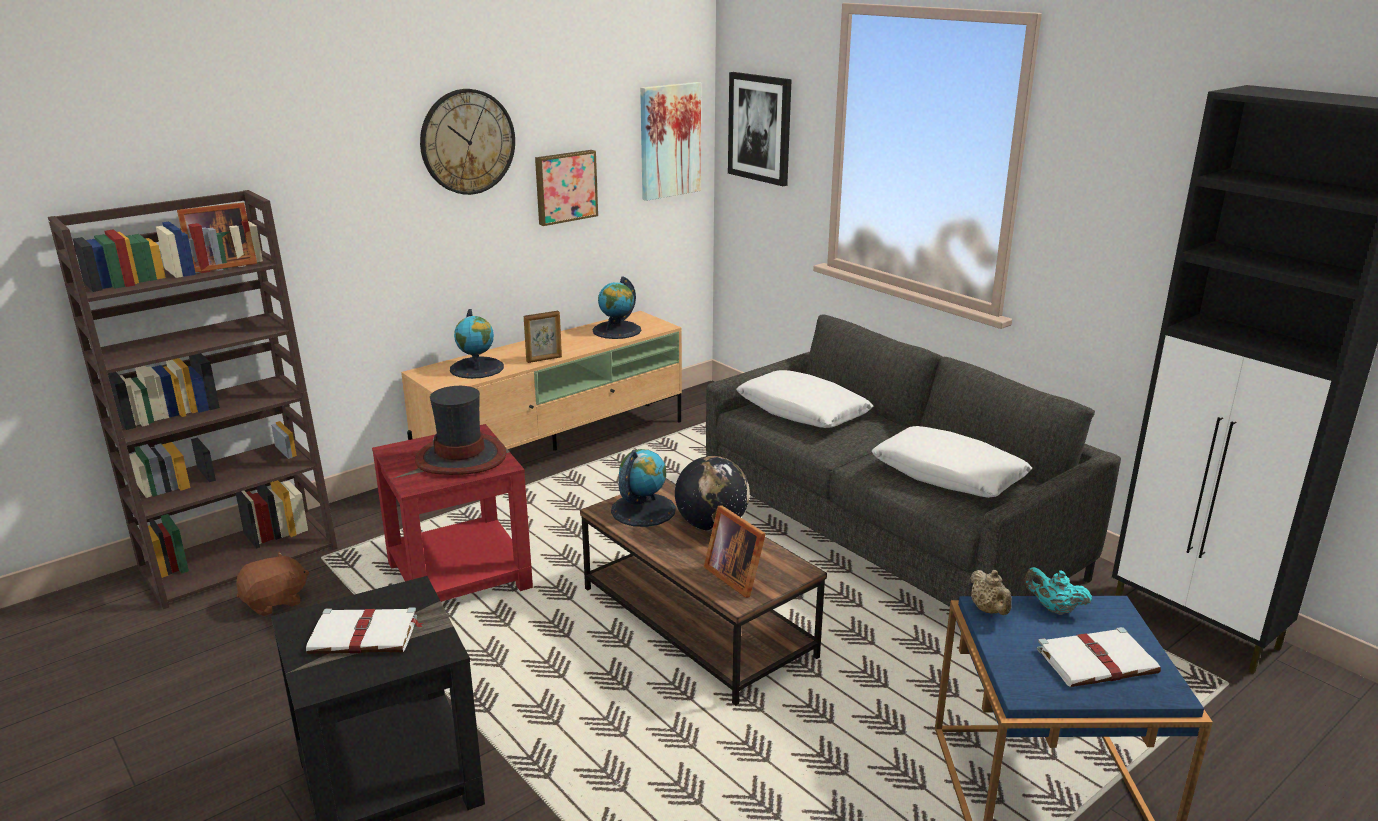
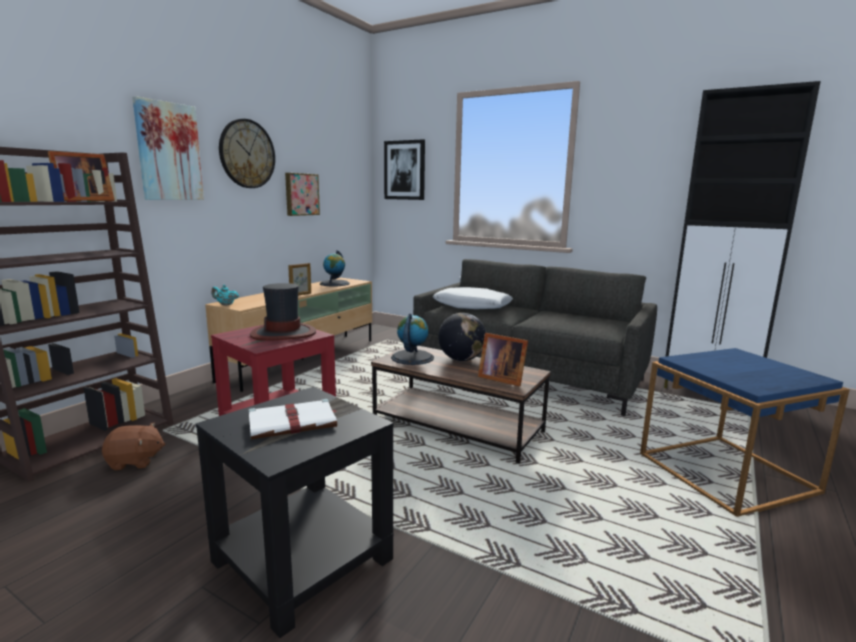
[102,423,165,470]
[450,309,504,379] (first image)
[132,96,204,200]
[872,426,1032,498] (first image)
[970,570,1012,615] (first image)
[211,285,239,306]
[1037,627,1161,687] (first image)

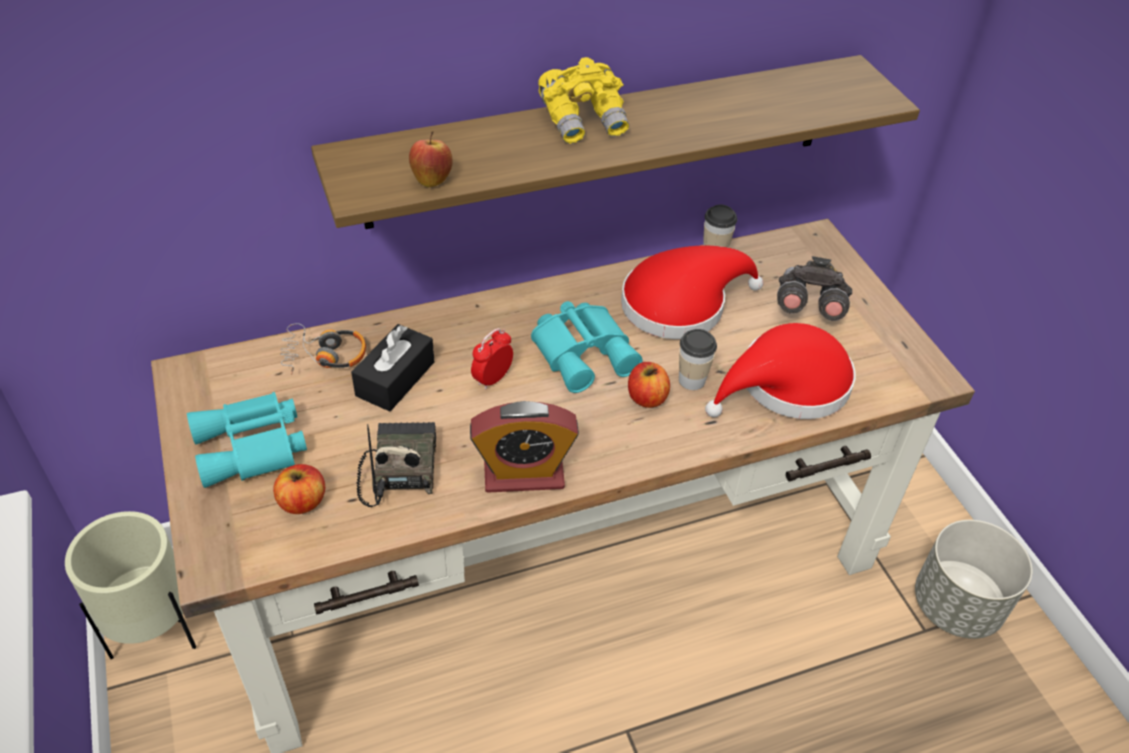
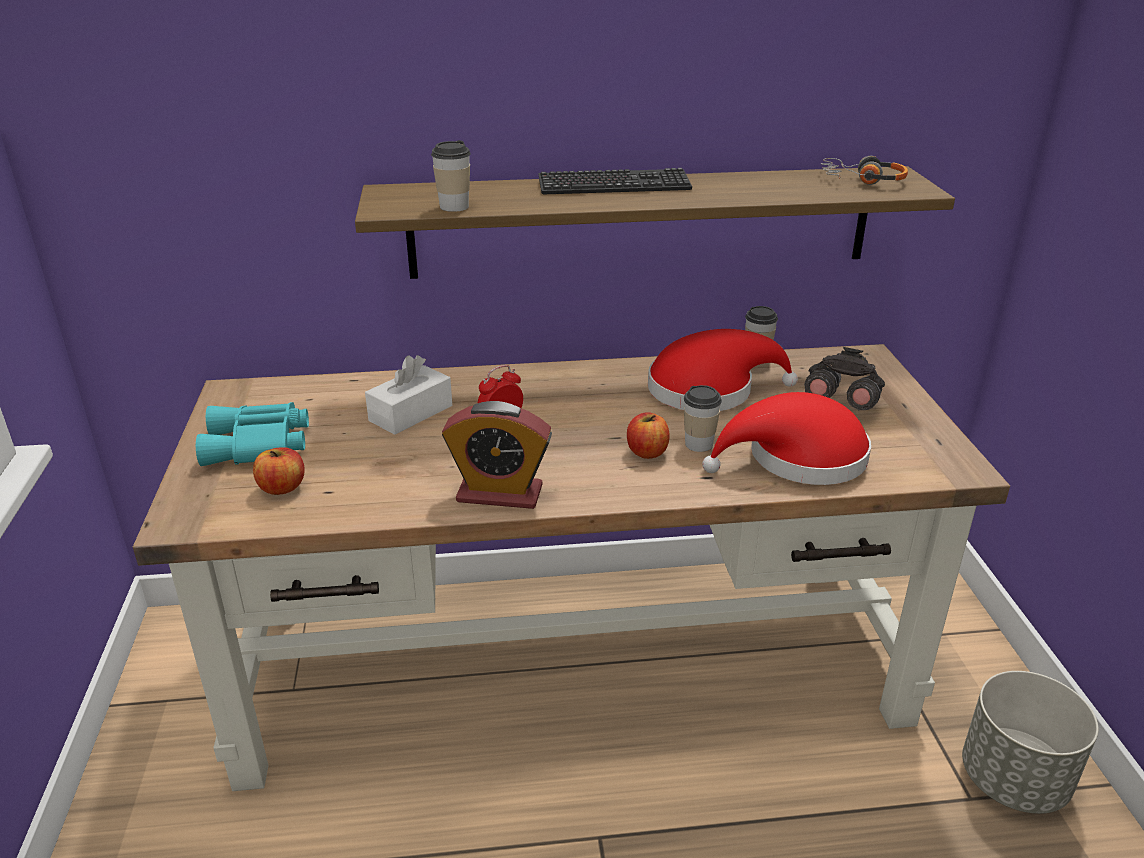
[65,511,196,659] (first image)
[821,156,908,185]
[365,355,452,435]
[357,422,436,507] (first image)
[431,140,471,212]
[531,301,643,393] (first image)
[538,168,692,194]

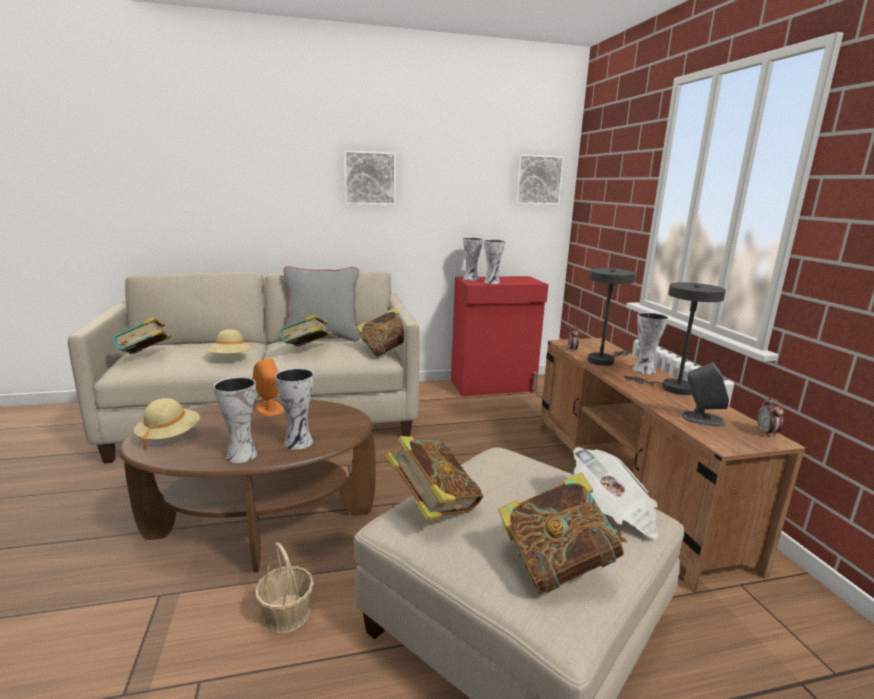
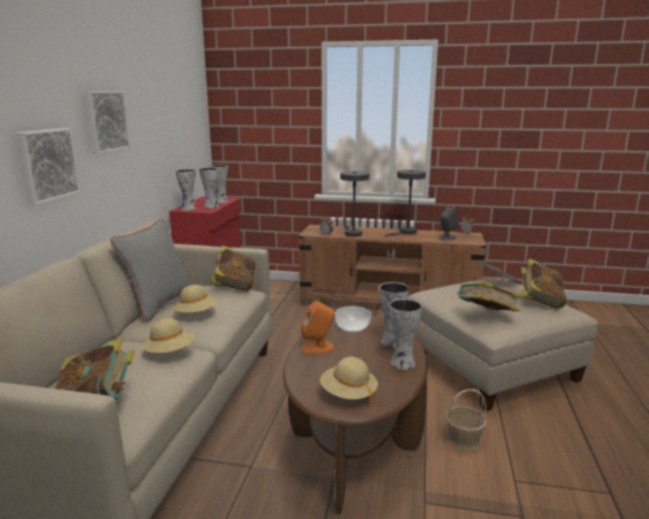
[174,285,219,313]
[15,128,81,206]
[210,165,228,204]
[335,306,371,333]

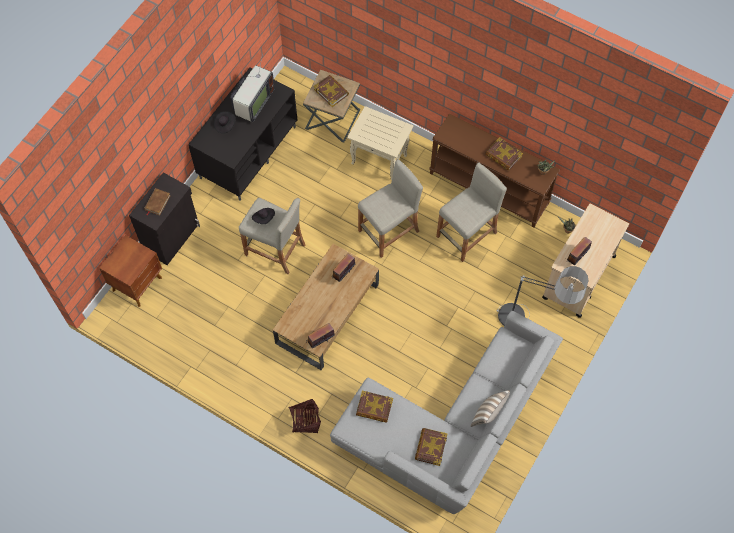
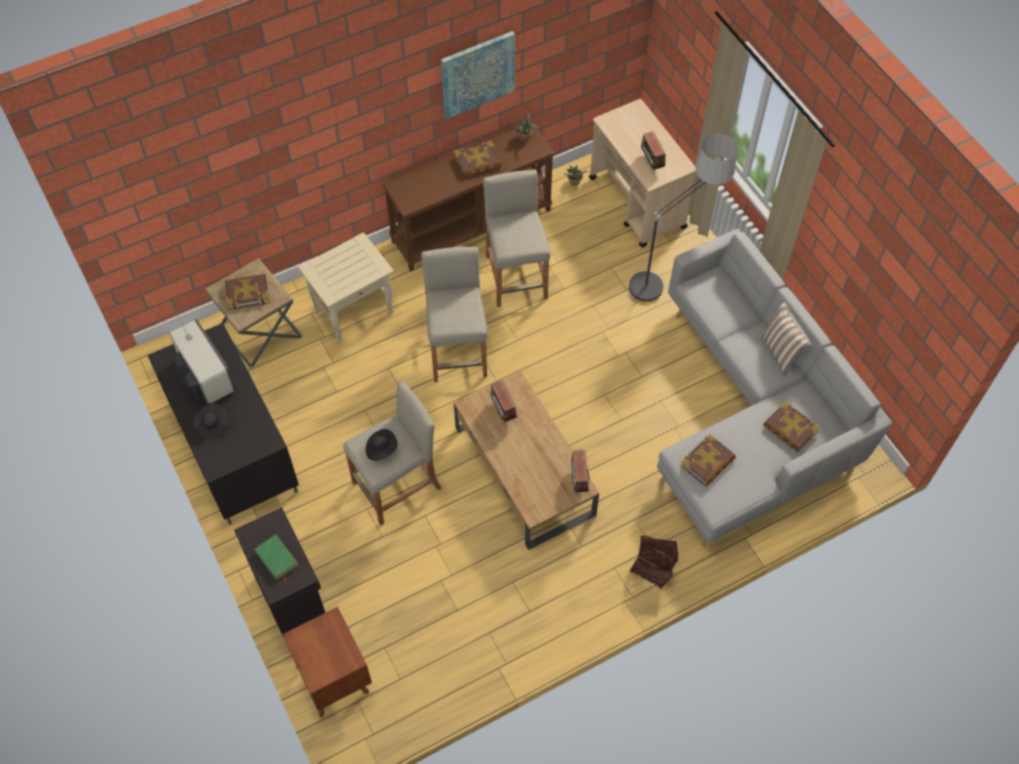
[254,534,298,582]
[441,31,515,119]

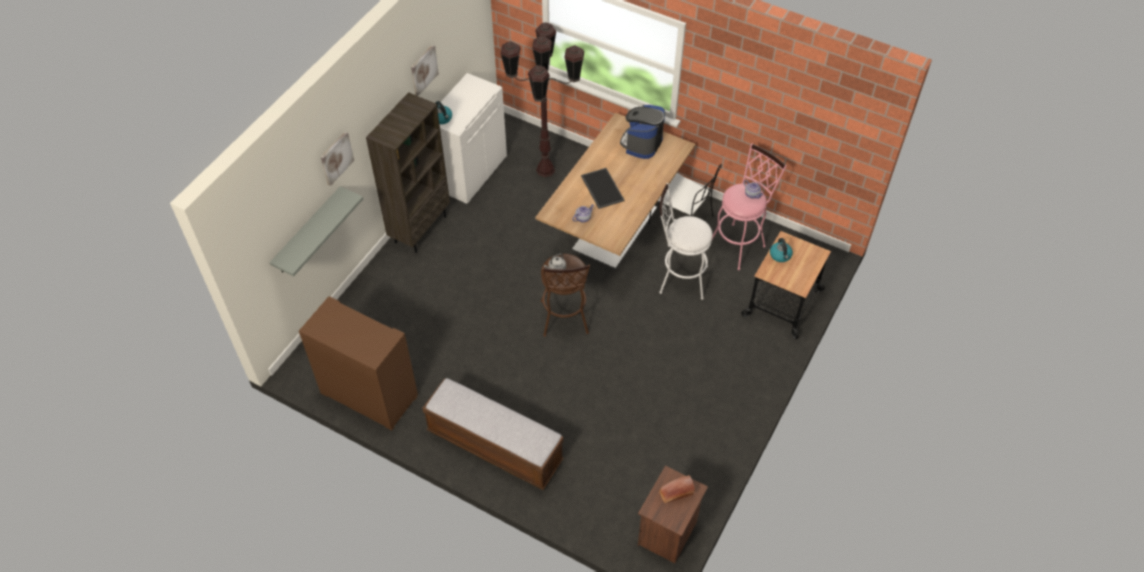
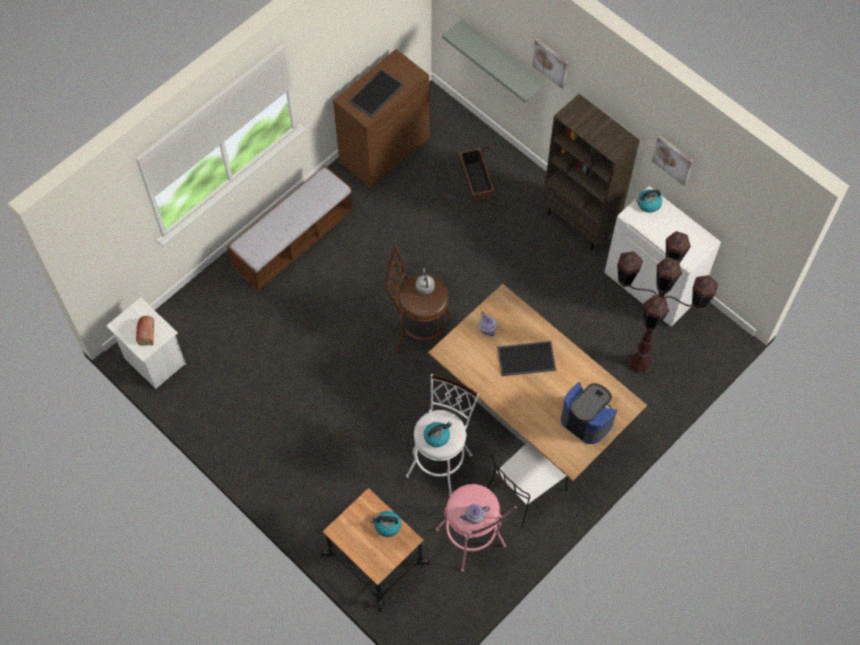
[106,297,186,389]
[349,69,404,118]
[424,422,452,447]
[460,147,499,202]

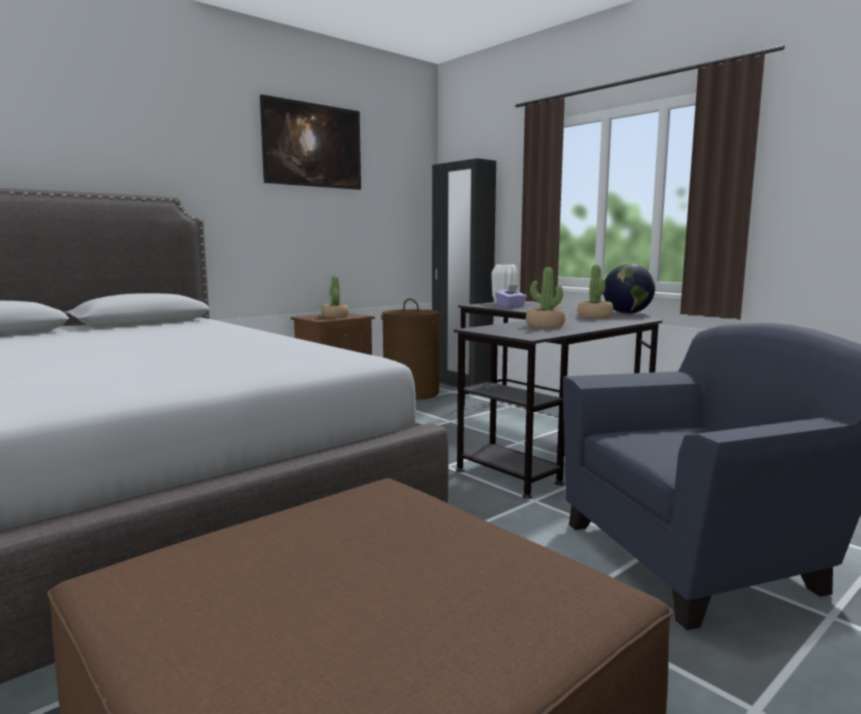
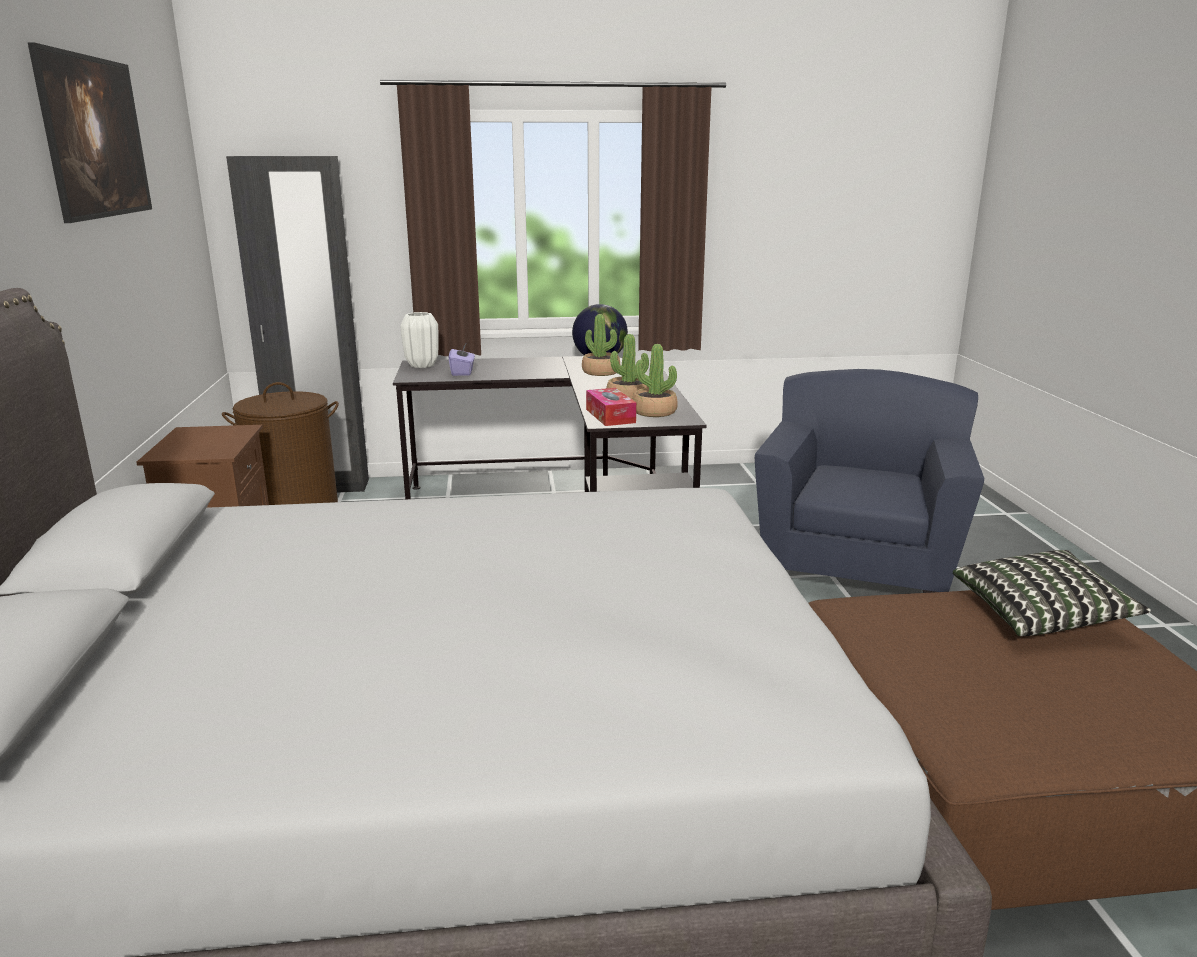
[632,344,678,417]
[586,388,636,426]
[953,550,1151,636]

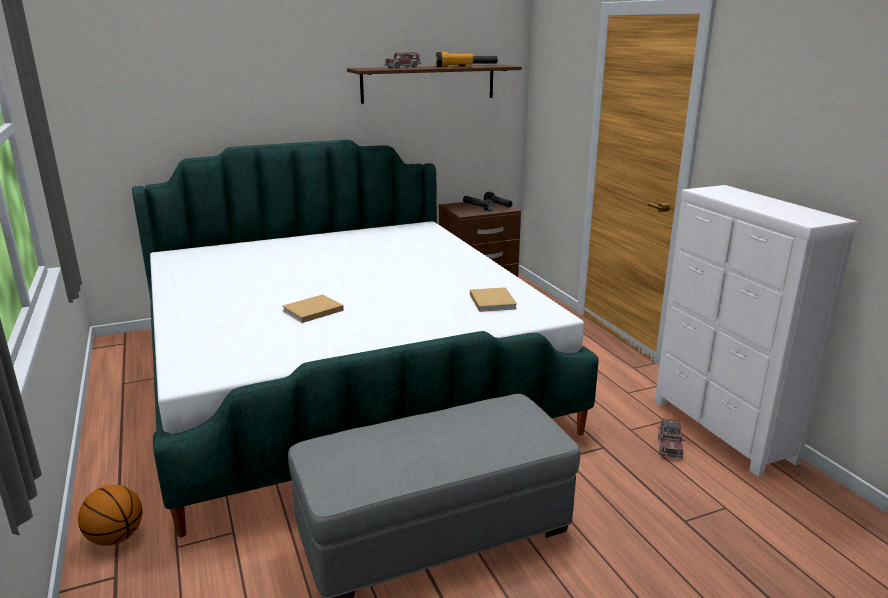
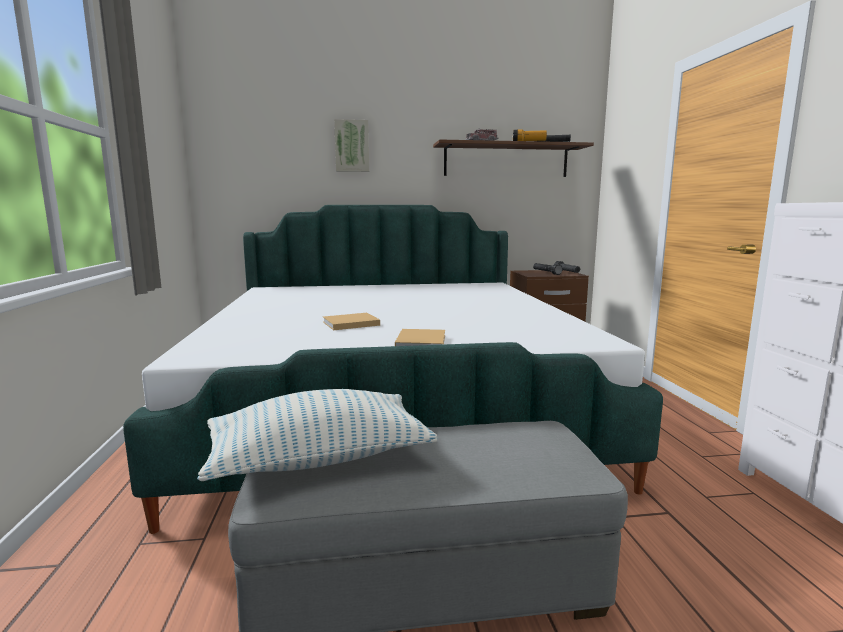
[78,485,143,546] (first image)
[395,329,445,346]
[658,419,685,458] (first image)
[197,389,438,481]
[334,119,369,172]

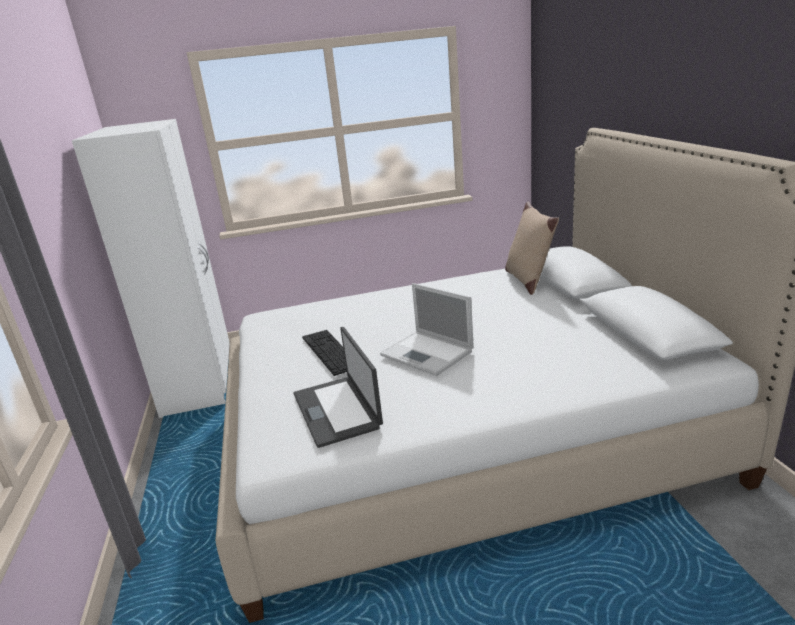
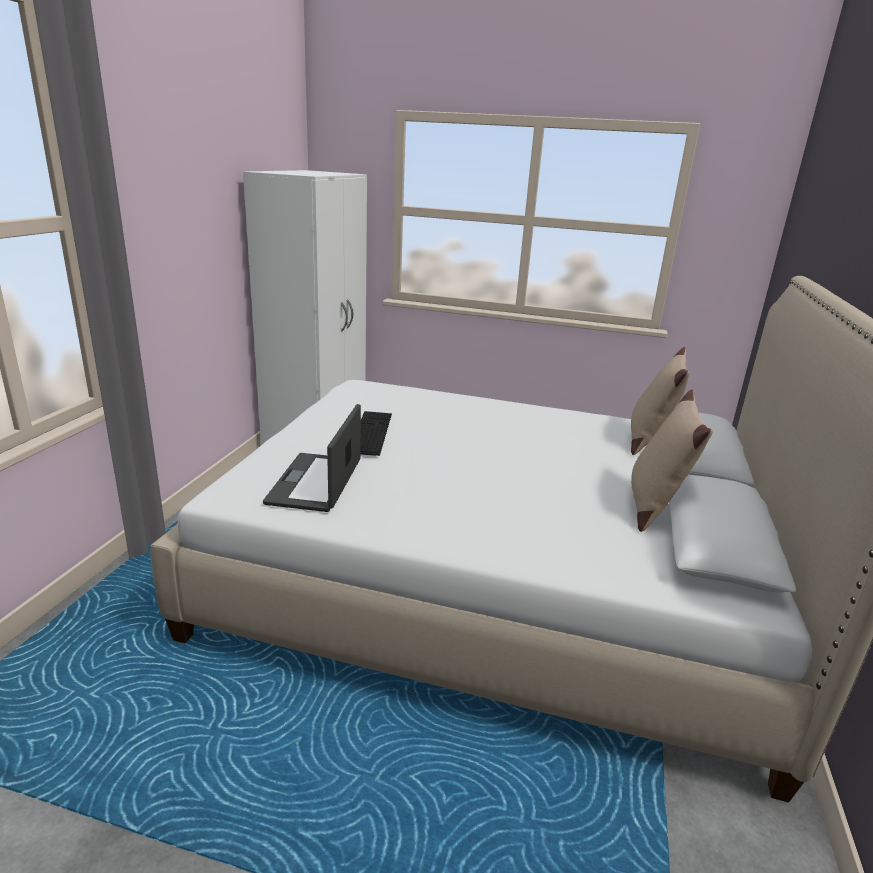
[380,283,474,376] (first image)
[631,390,713,532]

